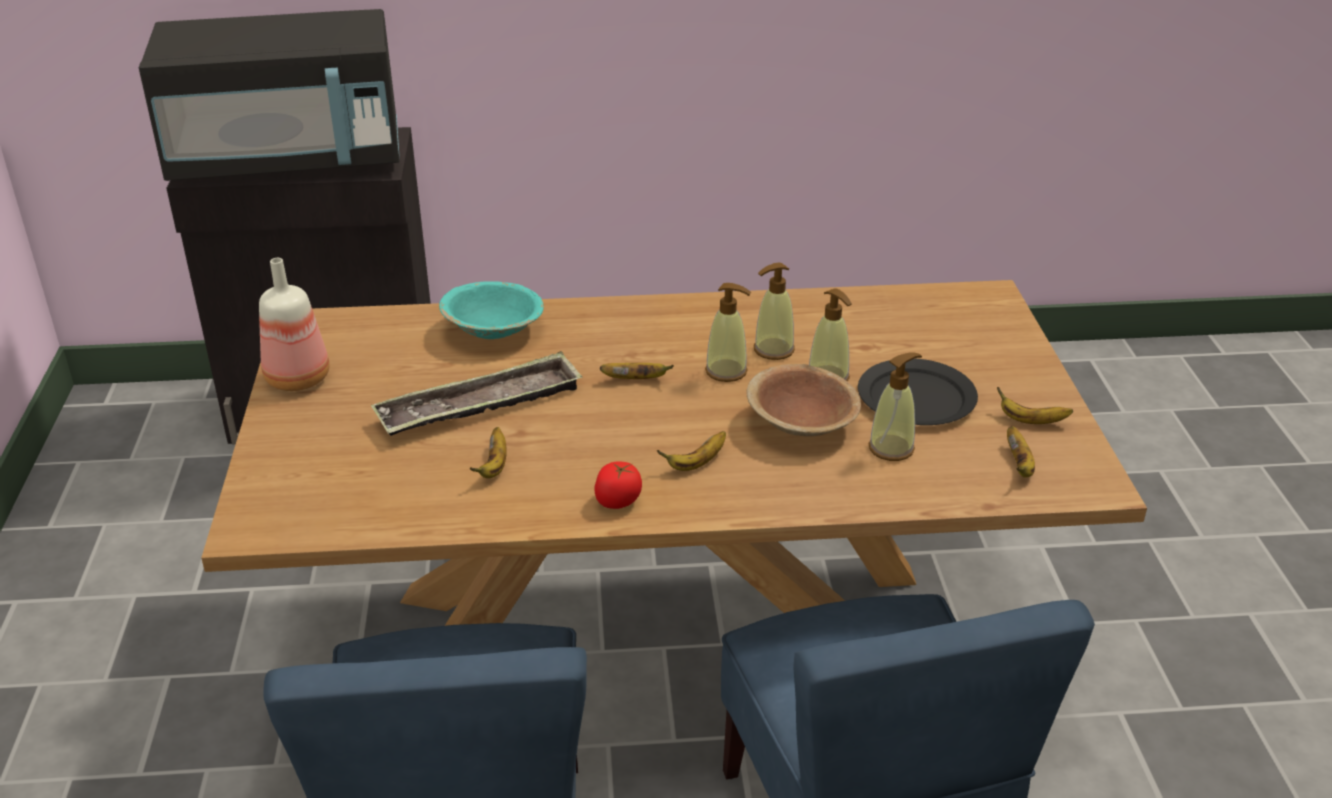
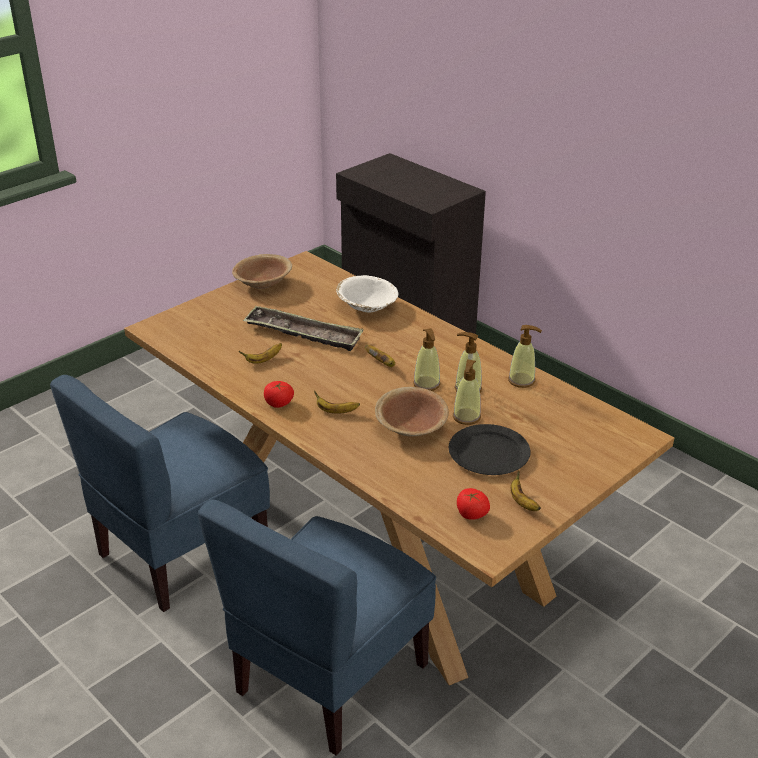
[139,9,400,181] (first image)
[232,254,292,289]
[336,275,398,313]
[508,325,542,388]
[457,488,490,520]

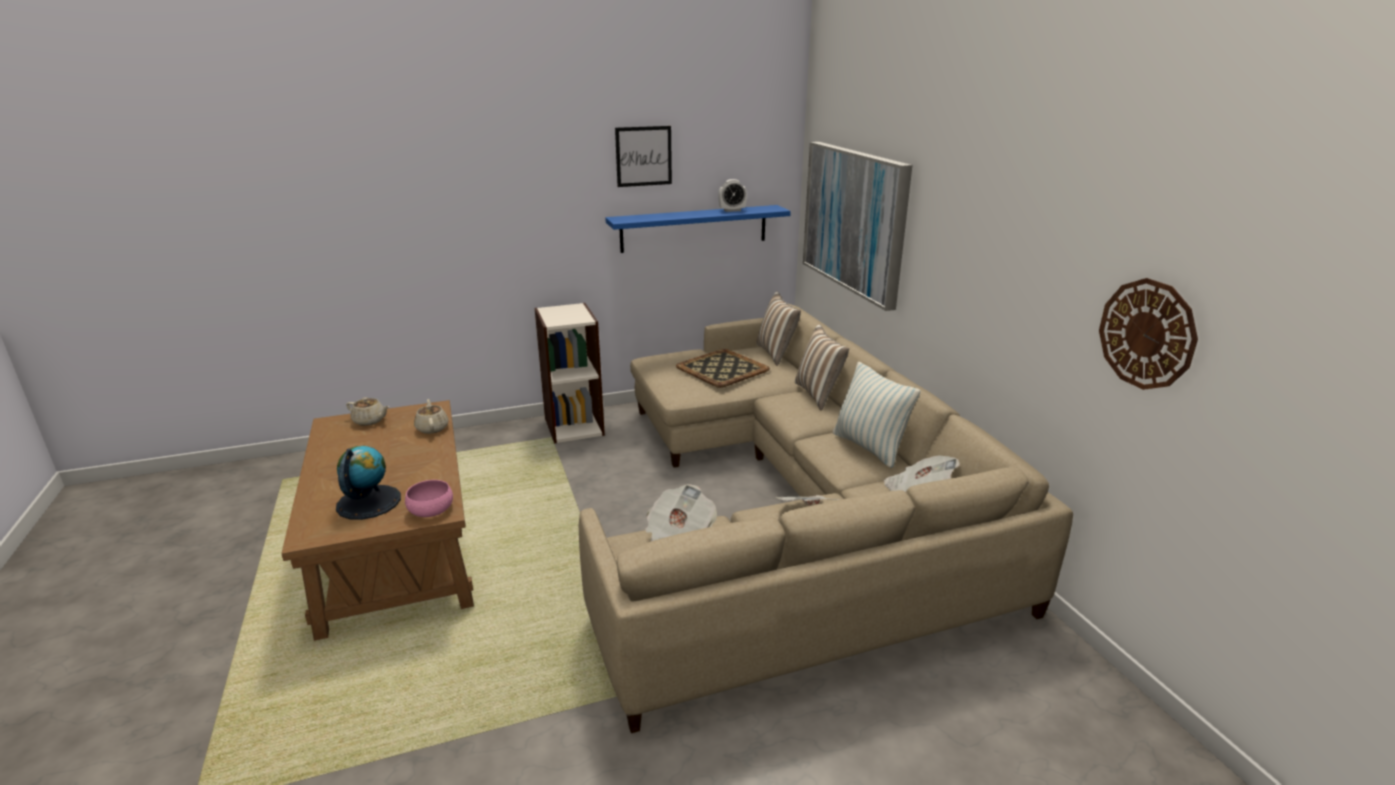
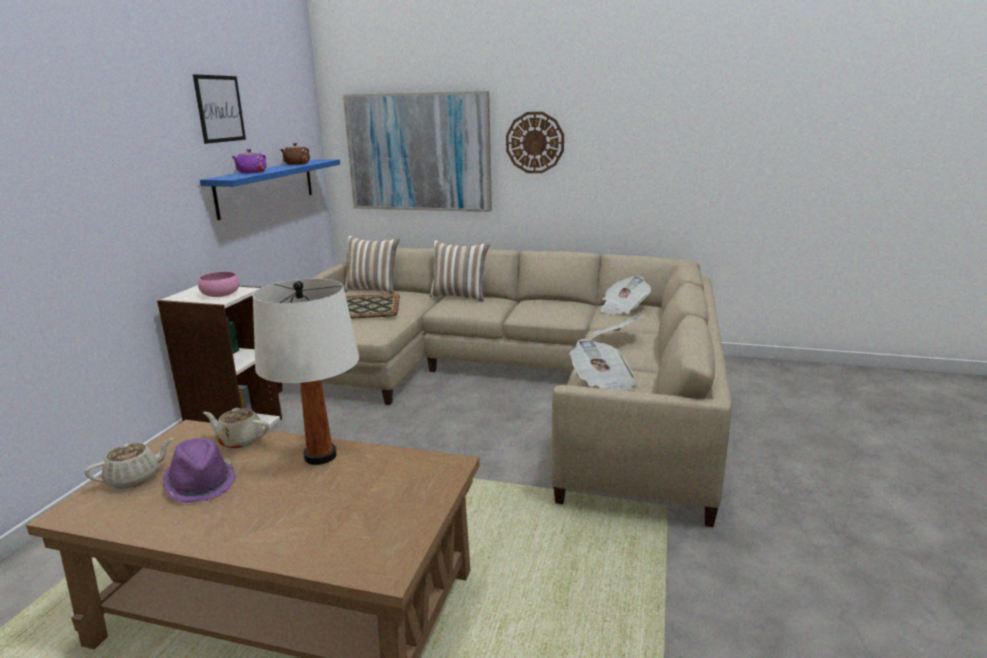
[336,446,401,520] (first image)
[198,271,240,297]
[280,143,310,165]
[833,362,921,468] (first image)
[506,112,564,173]
[163,438,236,503]
[231,149,267,173]
[253,278,359,465]

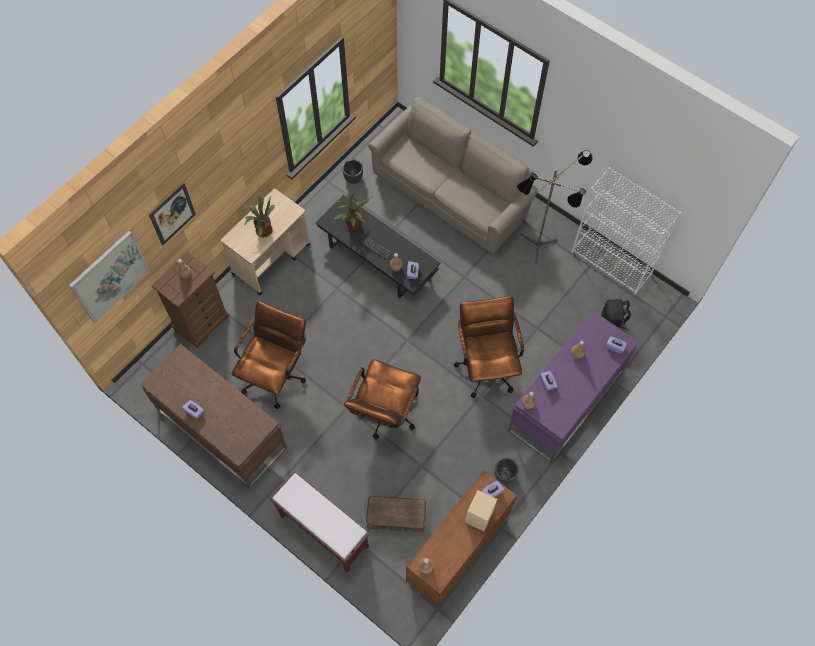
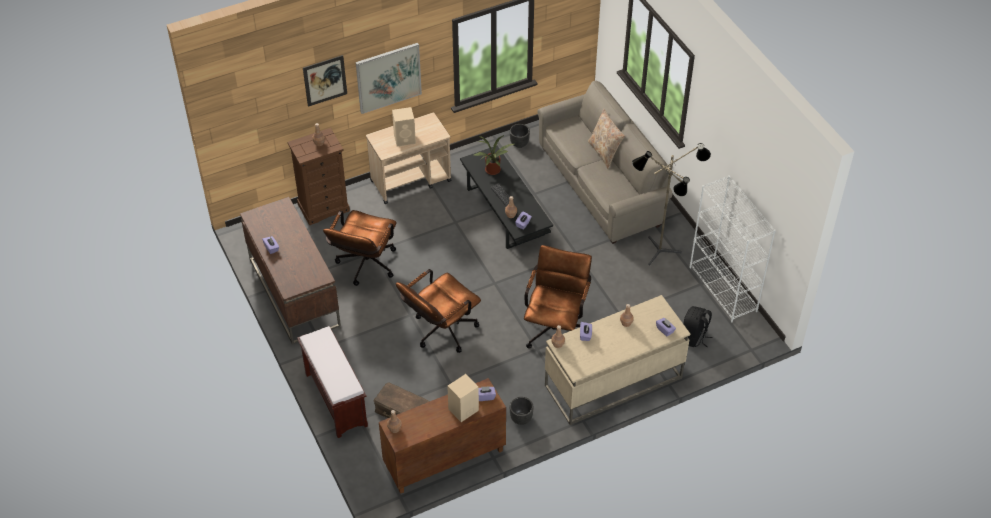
[356,43,422,114]
[323,210,396,286]
[392,107,416,147]
[545,295,690,425]
[588,109,625,169]

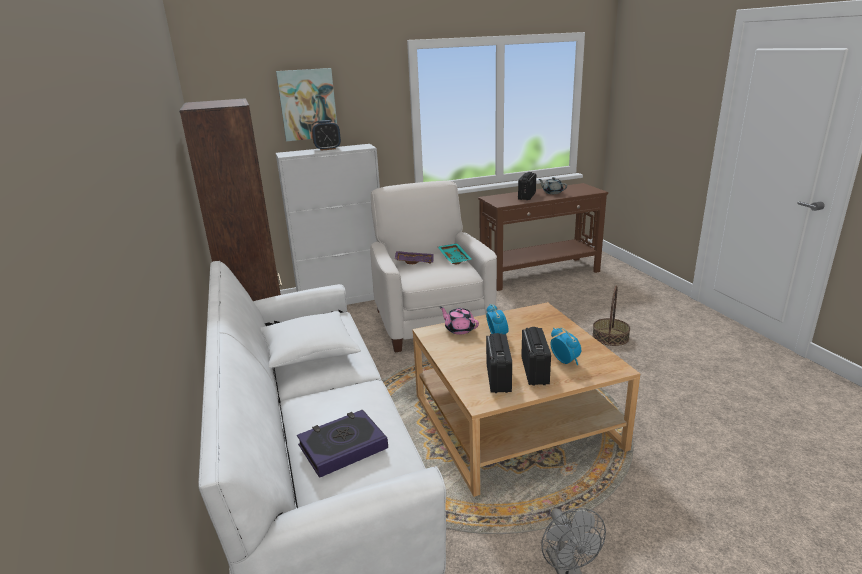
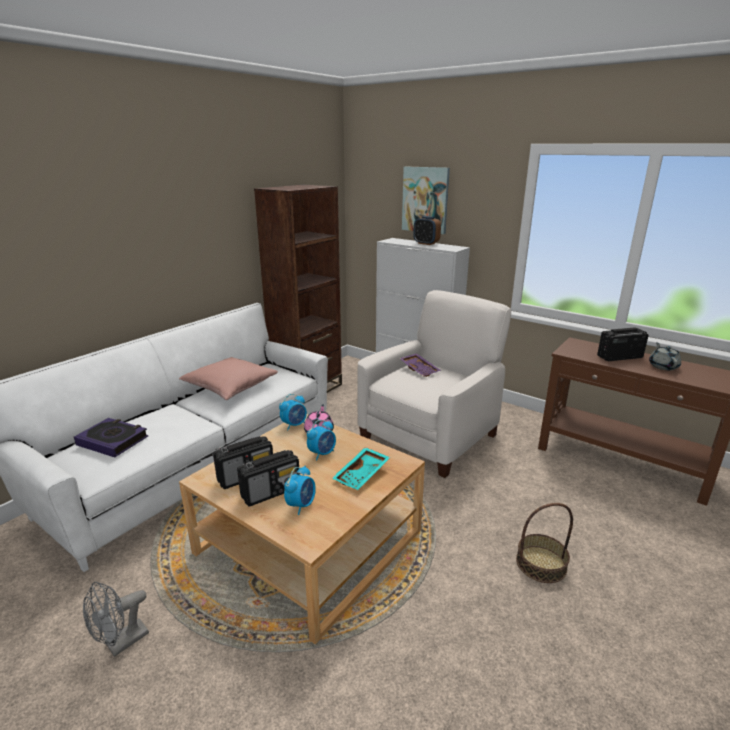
[179,357,278,400]
[332,447,390,490]
[279,394,307,430]

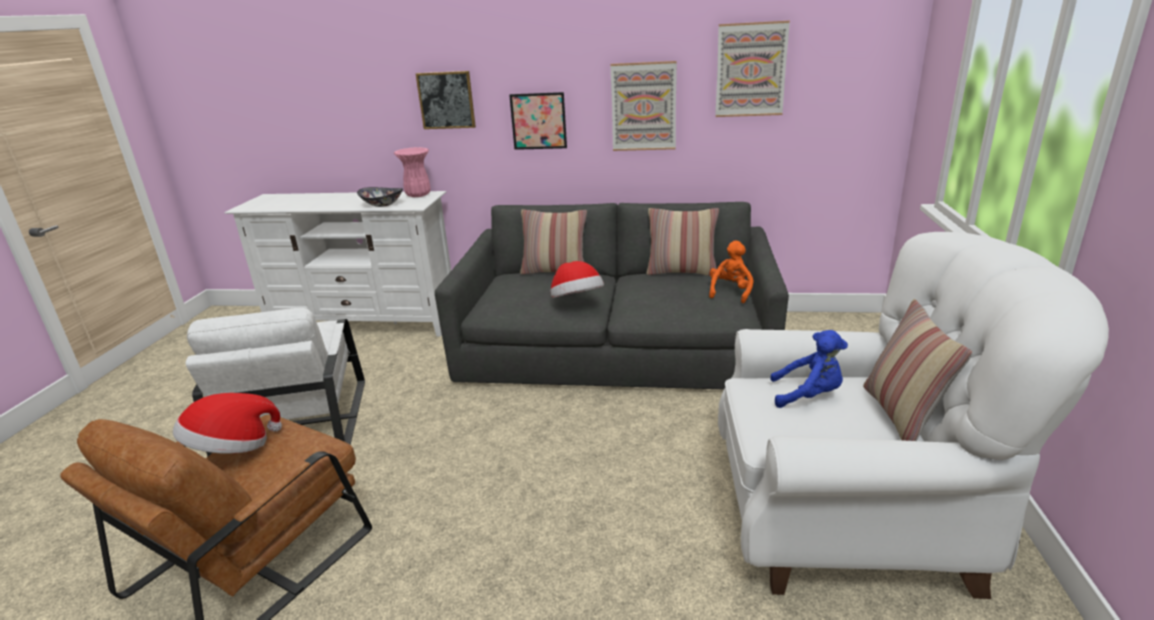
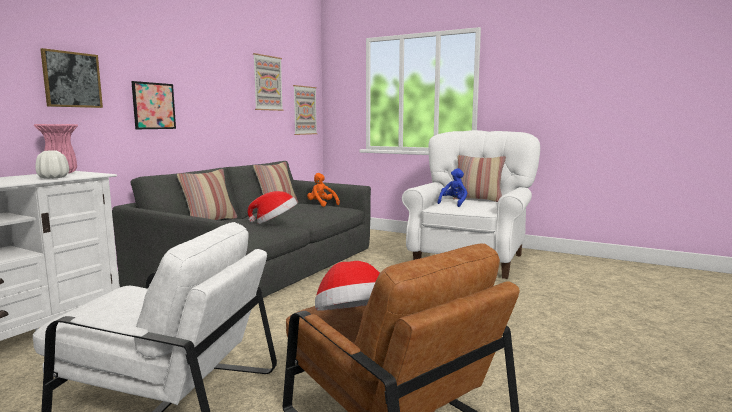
[36,150,69,179]
[293,85,317,135]

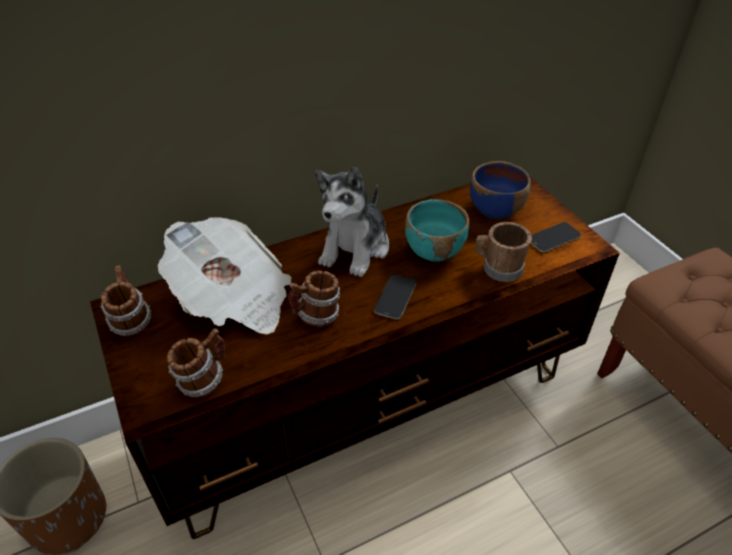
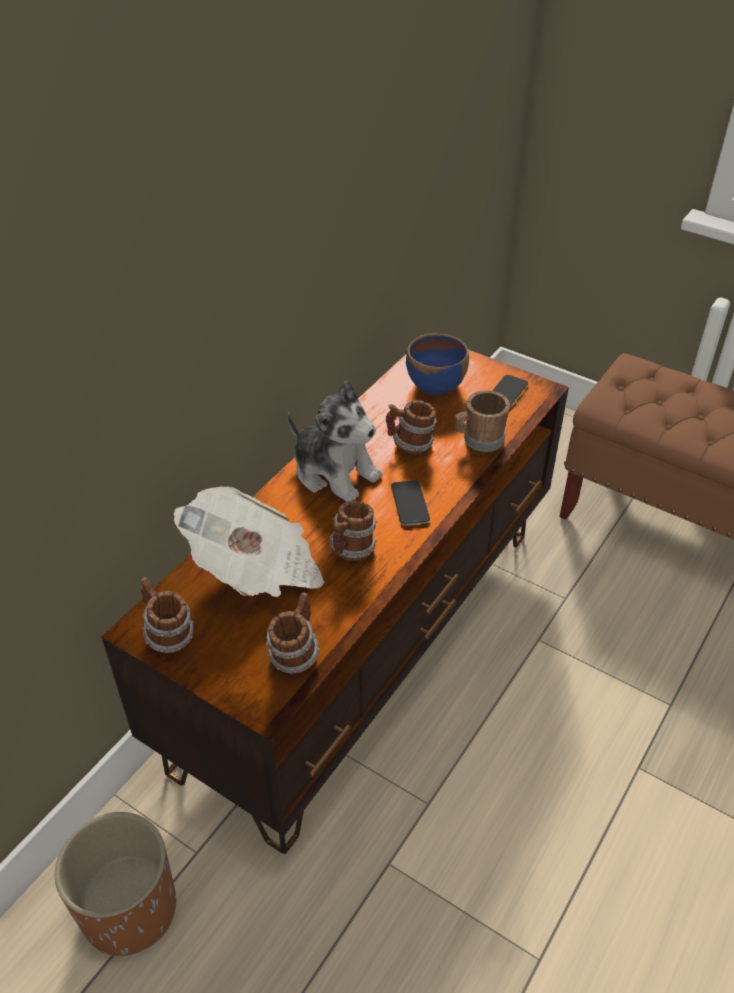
[287,380,382,503]
[386,400,437,454]

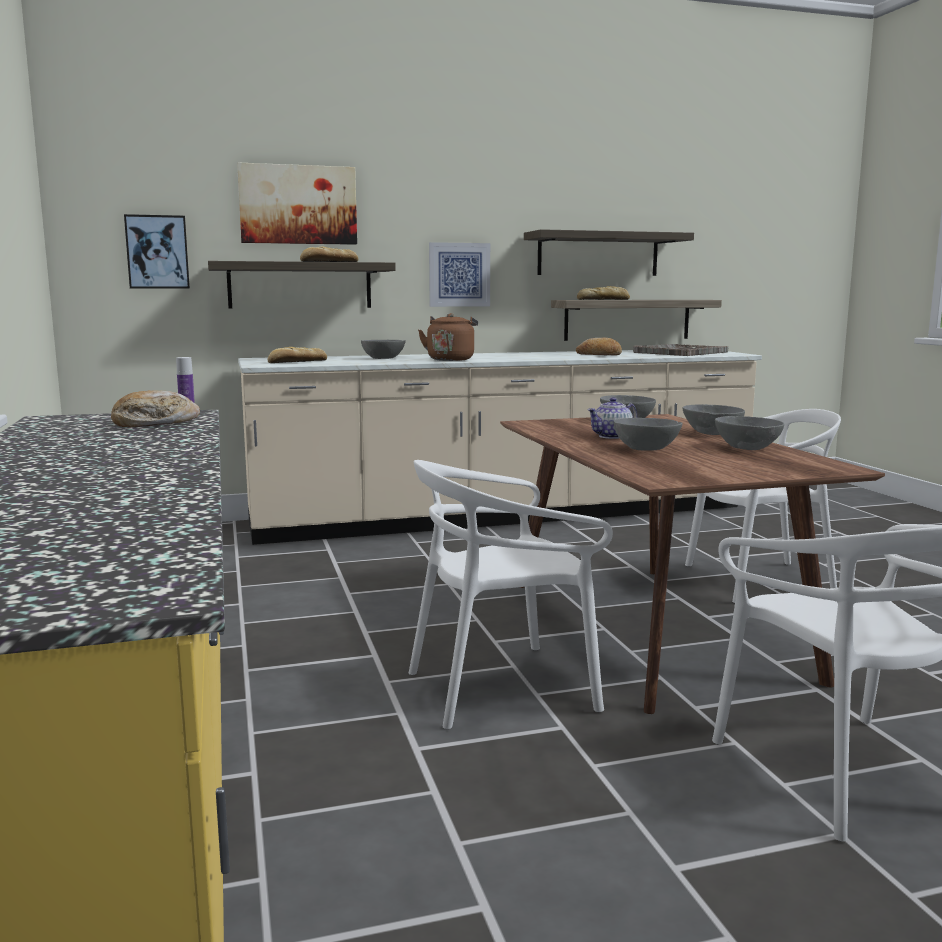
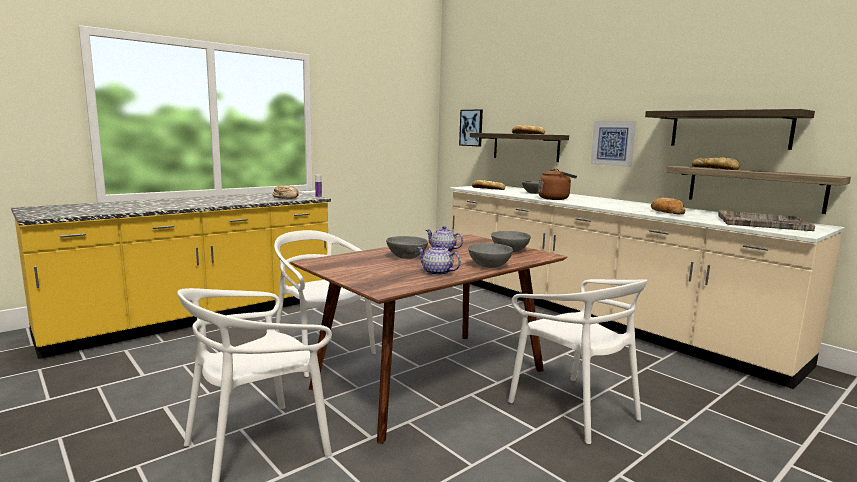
[237,163,357,245] (first image)
[417,244,461,276]

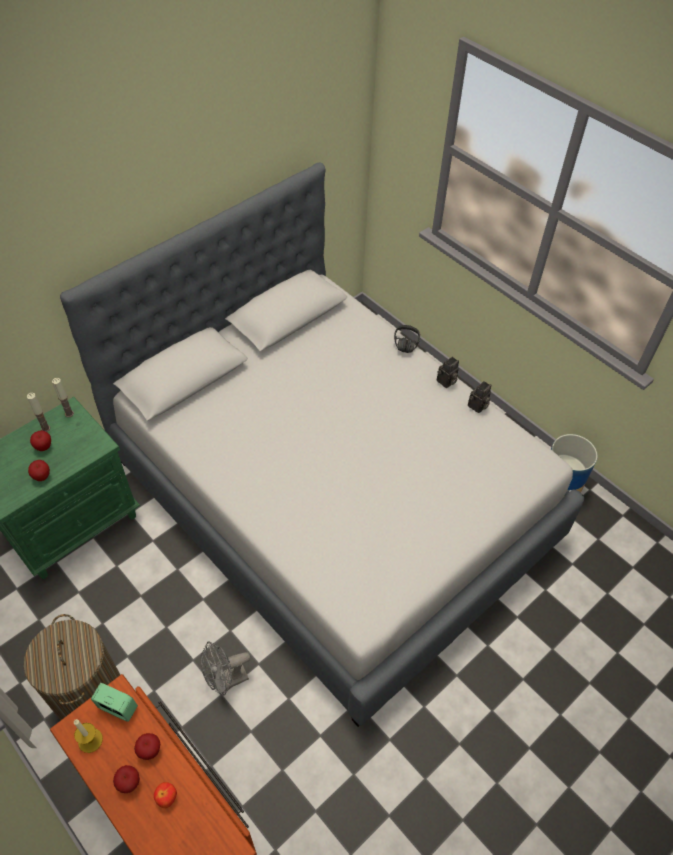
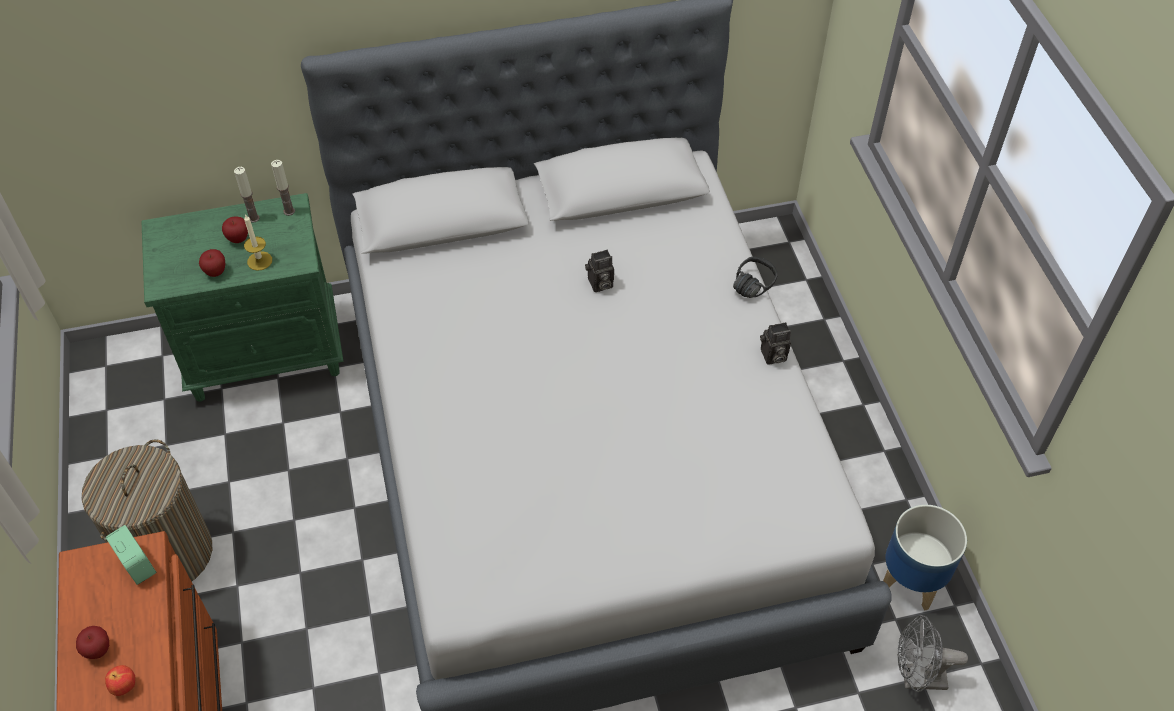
[244,214,272,271]
[134,733,160,760] (first image)
[897,615,968,692]
[585,250,614,292]

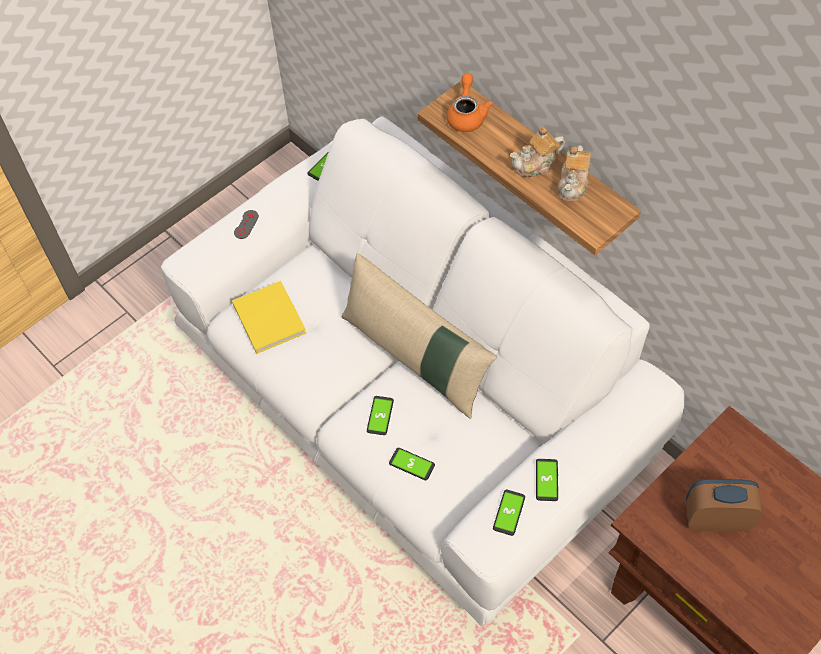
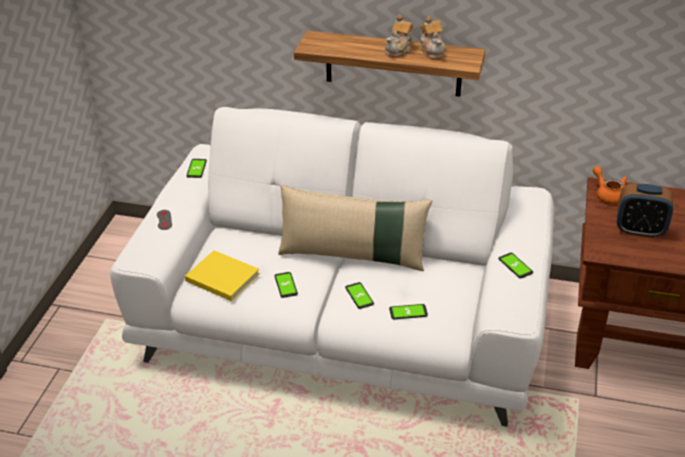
[593,166,627,204]
[275,272,298,298]
[617,183,673,238]

